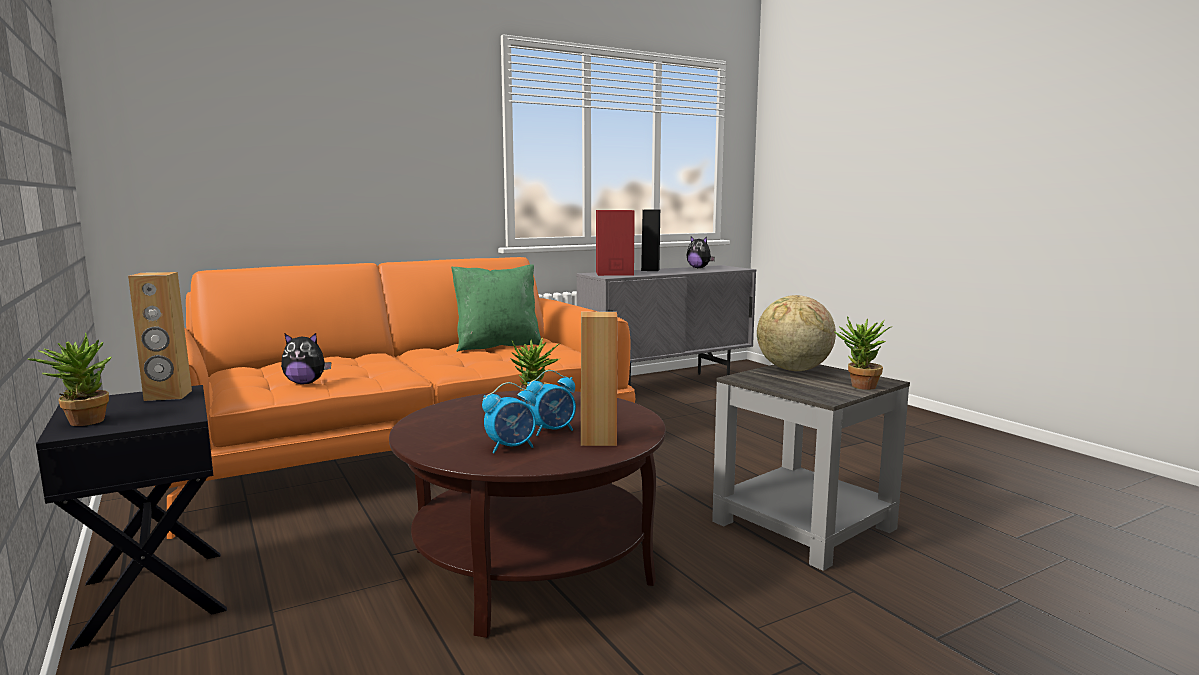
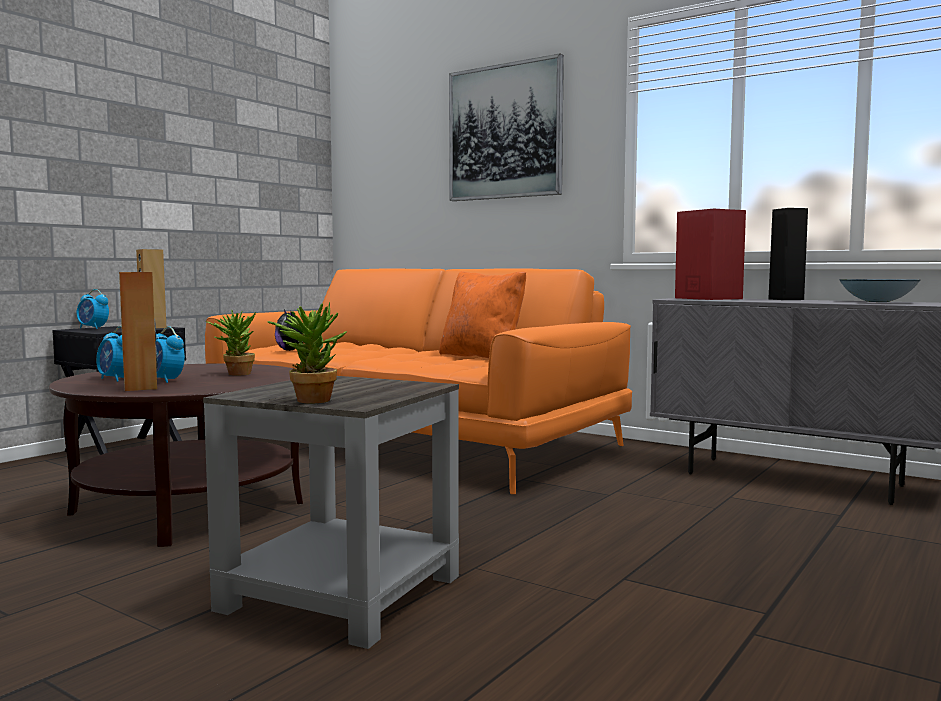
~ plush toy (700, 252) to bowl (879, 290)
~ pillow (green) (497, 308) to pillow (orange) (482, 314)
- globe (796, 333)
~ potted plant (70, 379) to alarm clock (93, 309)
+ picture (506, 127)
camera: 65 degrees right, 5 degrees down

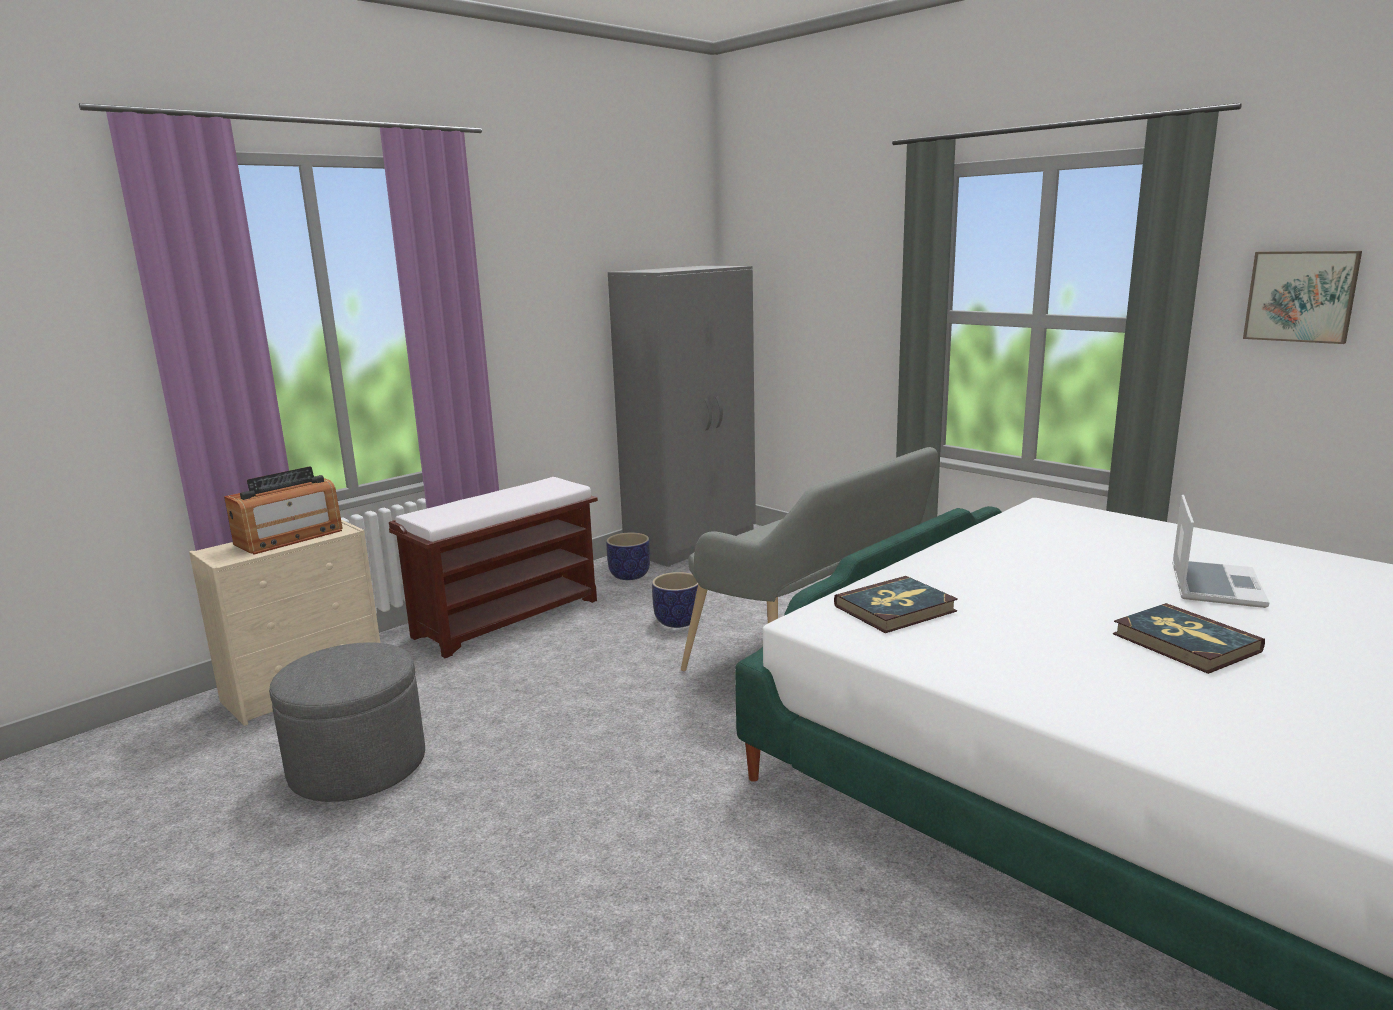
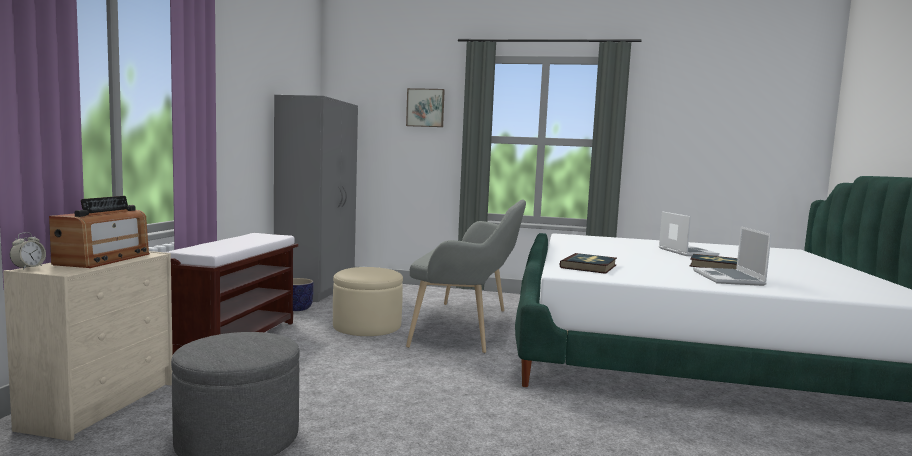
~ picture (1302, 297) to (425, 107)
~ planter (675, 600) to ottoman (beige) (368, 301)
+ laptop (732, 256)
+ alarm clock (28, 251)
camera: 35 degrees left, 10 degrees down

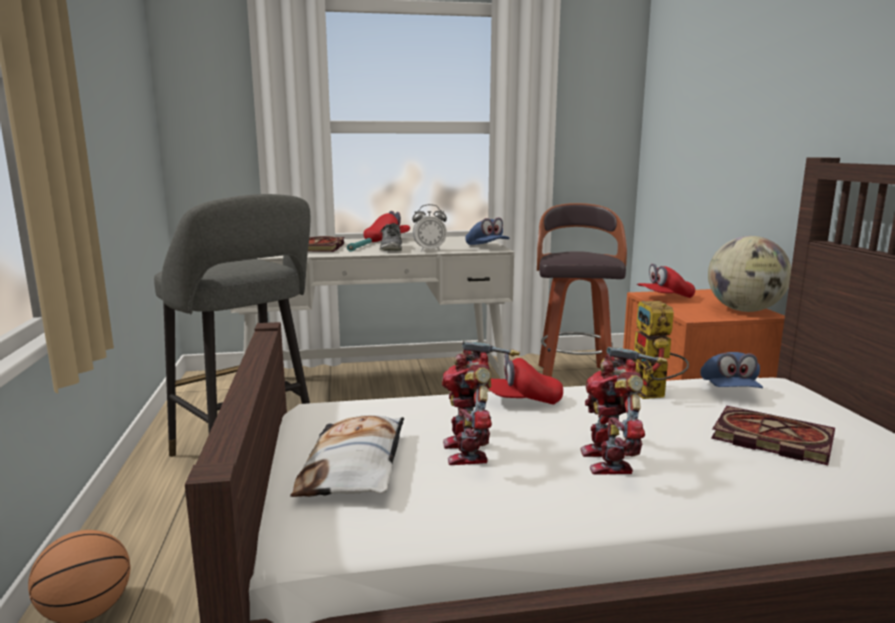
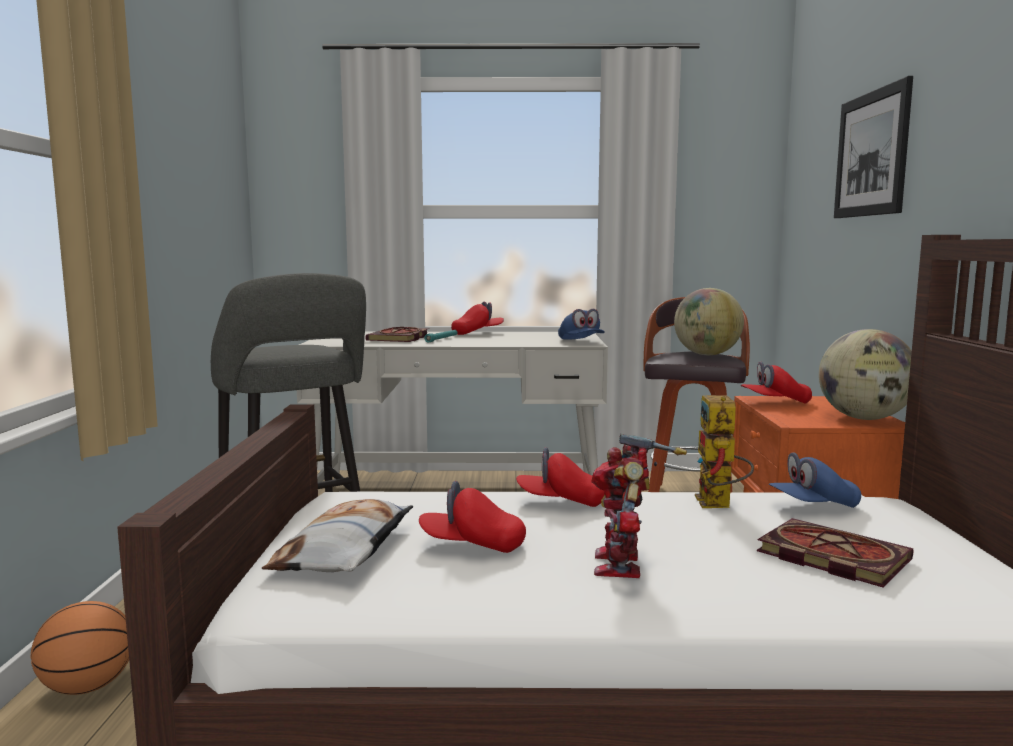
- alarm clock (429, 228)
- shoe (390, 237)
~ toy robot (481, 403) to cap (red) (472, 517)
~ cap (blue) (731, 370) = (815, 480) 60 degrees clockwise
+ picture (873, 147)
+ globe (709, 321)
camera: 10 degrees right, 5 degrees down

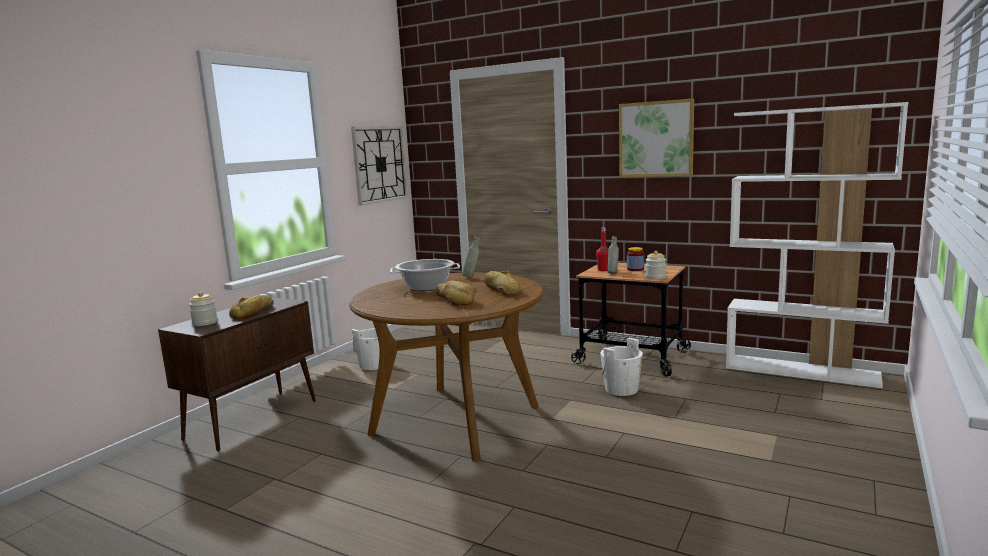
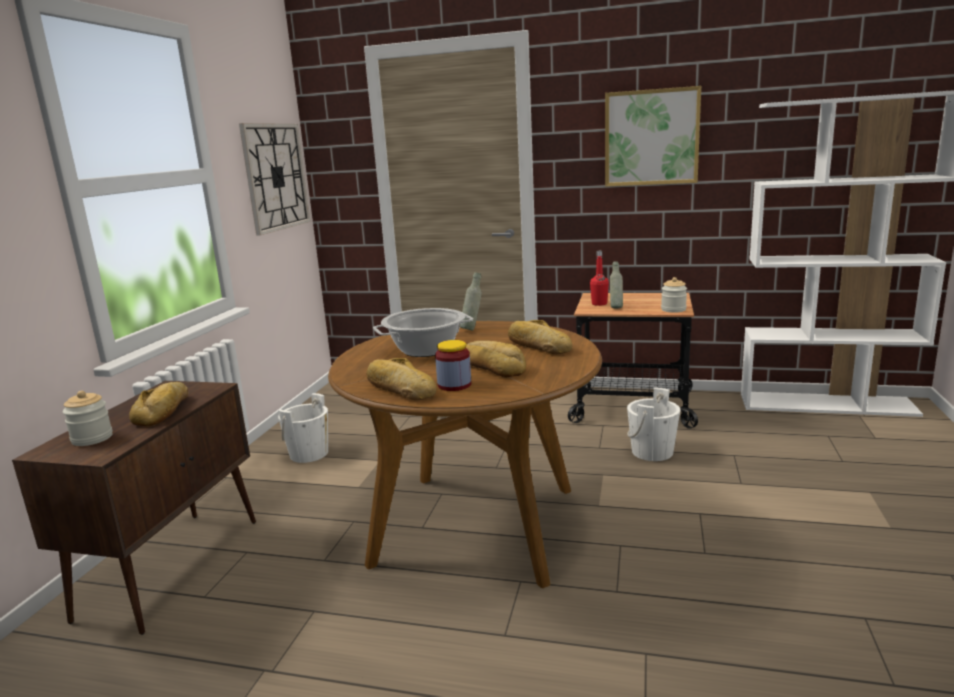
~ jar (635, 259) to (453, 365)
+ bread (402, 379)
camera: 15 degrees left, 5 degrees up

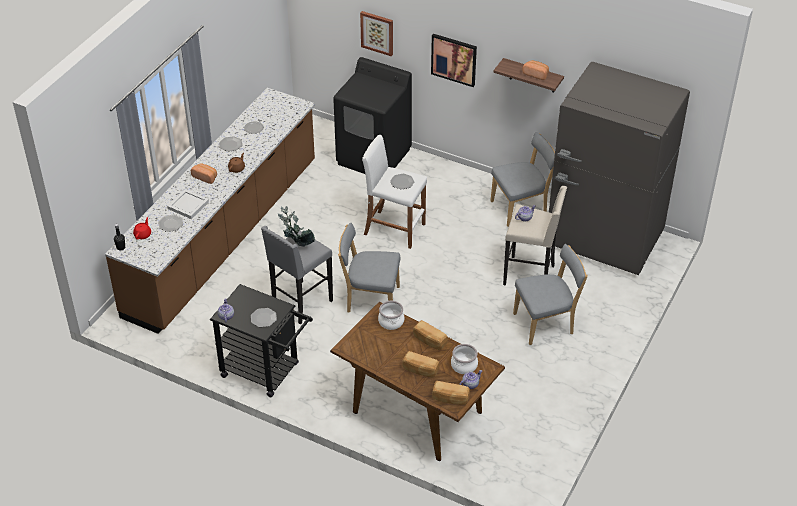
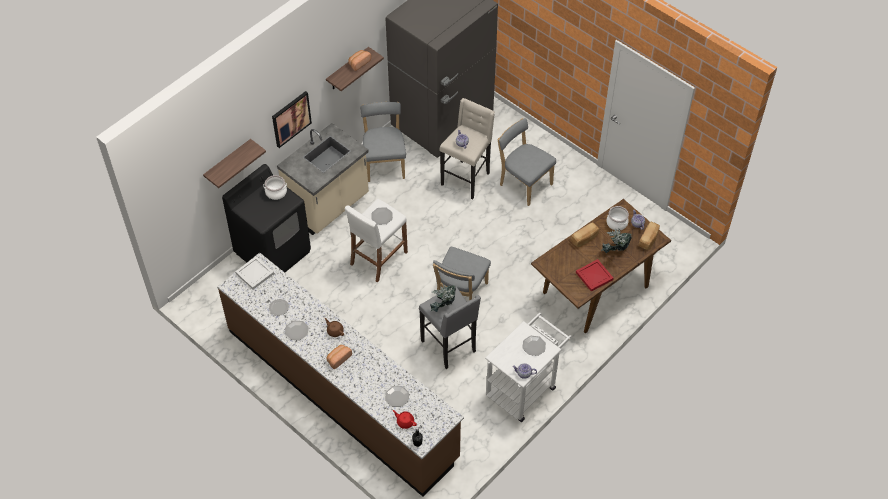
~ picture (376, 33) to shelf (234, 163)
~ tray (white) (188, 204) to (254, 273)
~ chair (grey) (550, 294) = (527, 162) 45 degrees counterclockwise
~ cart (black) (261, 340) to cart (white) (528, 367)
~ cooking pot (391, 315) to (275, 187)
~ bread (421, 364) to potted plant (616, 240)
+ counter (beige) (323, 179)
+ tray (red) (594, 275)
camera: 75 degrees left, 10 degrees up

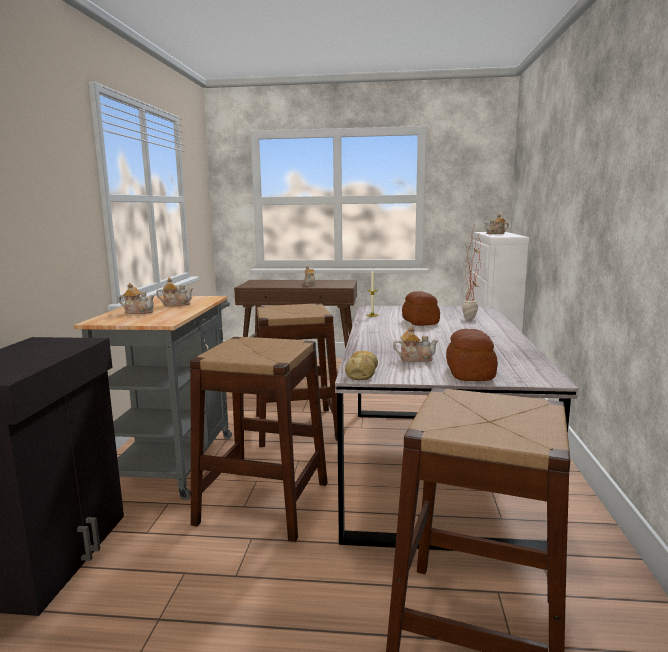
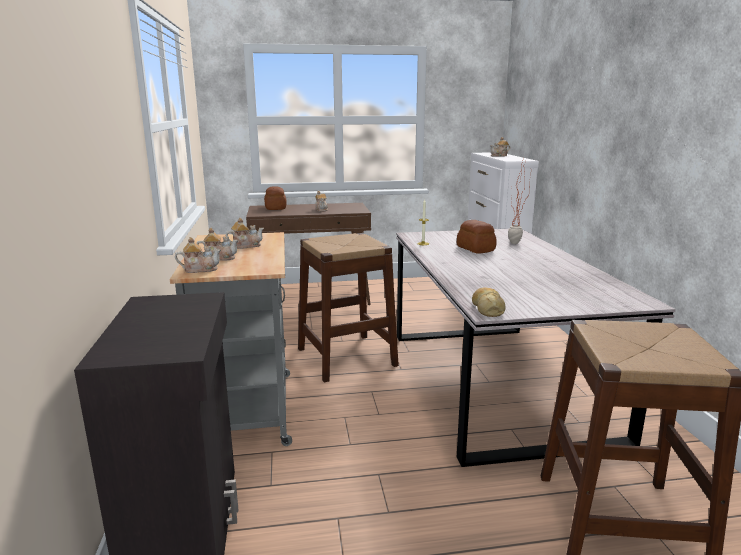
~ teapot (416, 344) to (198, 255)
~ bread (472, 355) to (275, 198)
- stool (brown) (259, 439)
camera: 15 degrees left, 5 degrees up

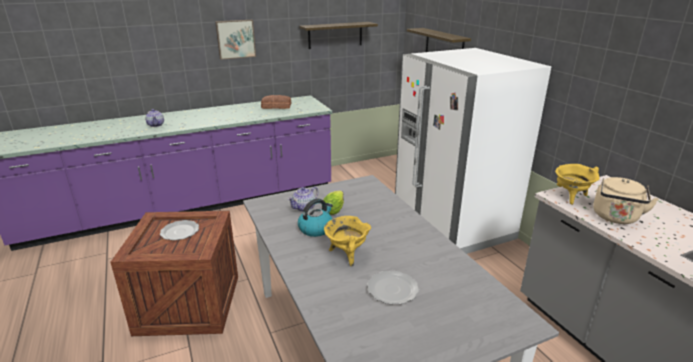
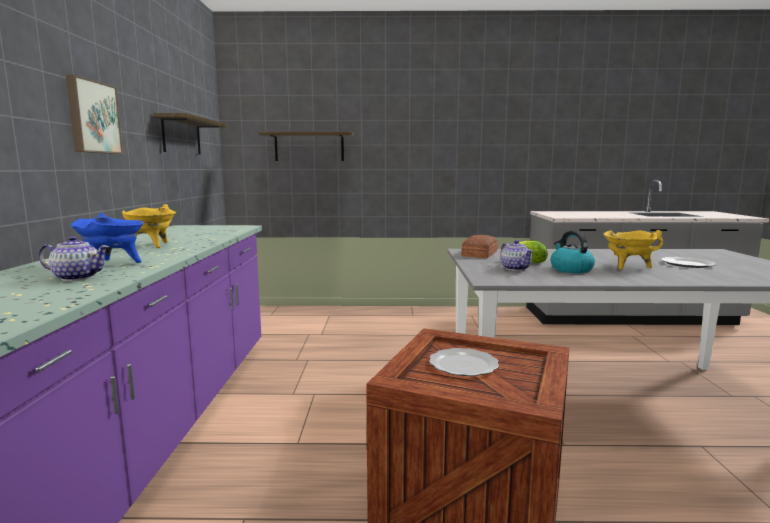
- fridge (white) (473, 151)
~ bread (276, 102) to (479, 246)
~ cooking pot (yellow) (577, 184) to (149, 226)
- kettle (beige) (626, 200)
+ cooking pot (blue) (107, 238)
camera: 65 degrees left, 15 degrees down

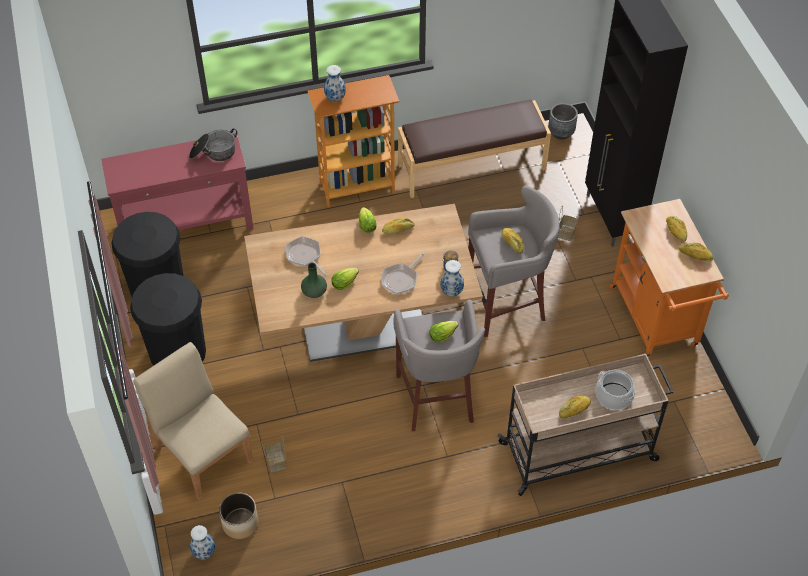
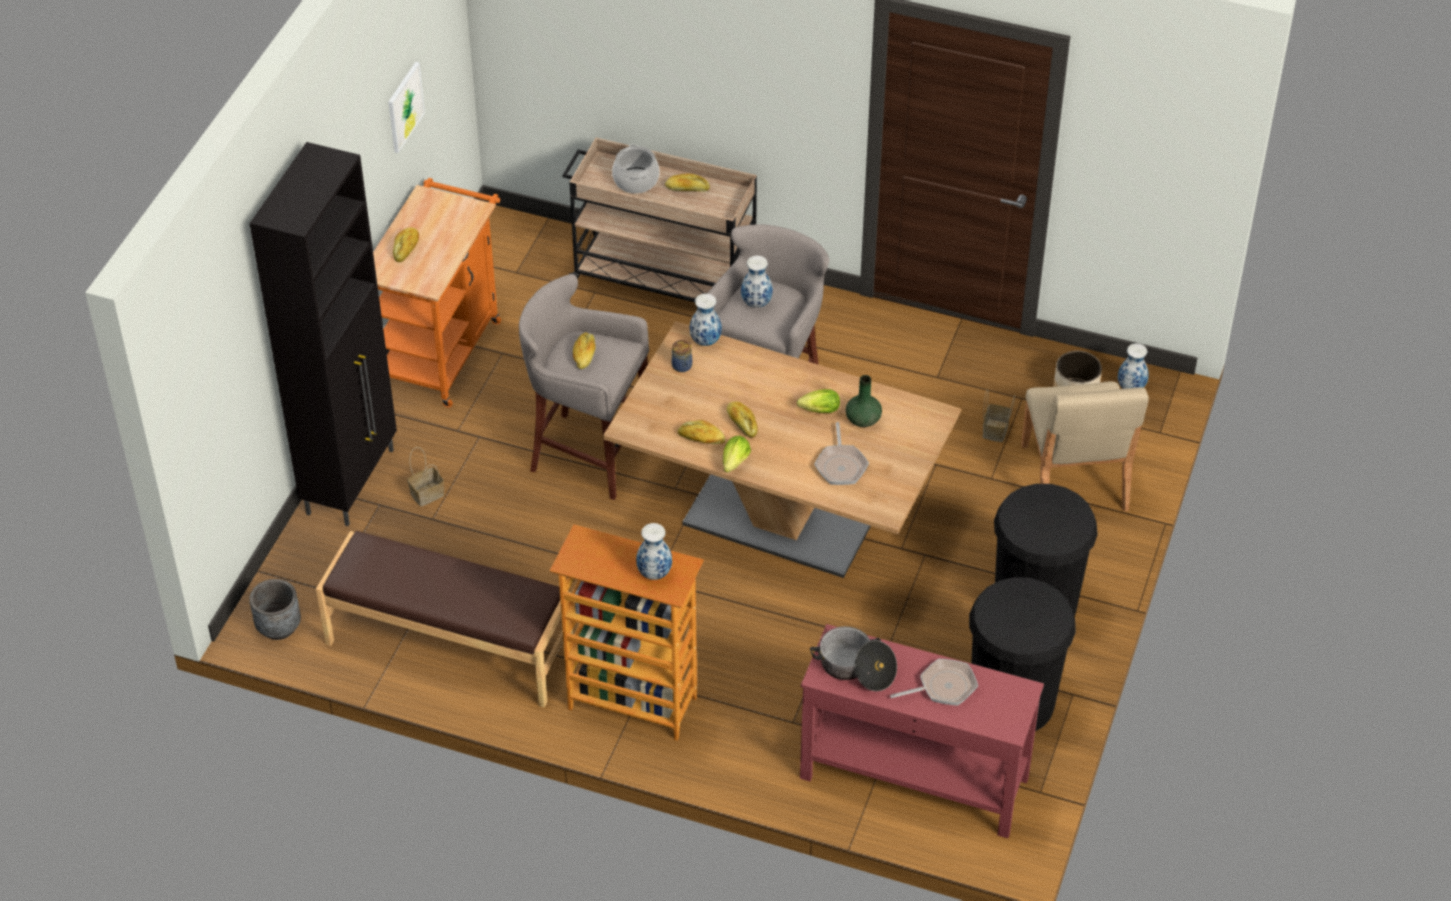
~ bread (696, 252) to (742, 419)
~ frying pan (402, 273) to (934, 682)
~ lettuce (443, 332) to vase (757, 282)
+ picture (406, 107)
camera: 145 degrees left, 5 degrees down

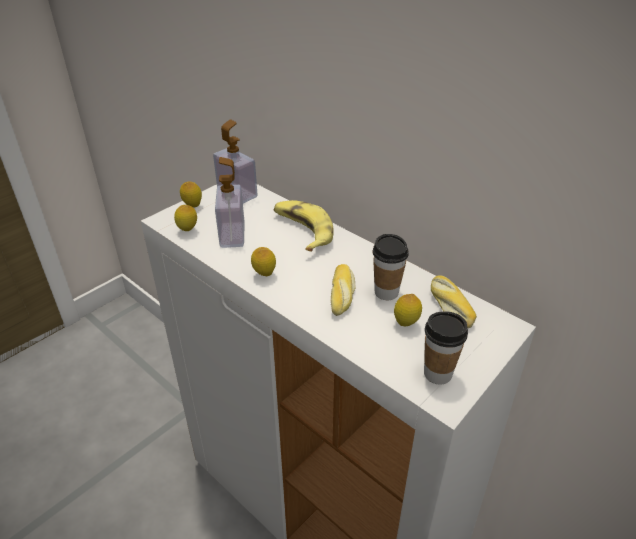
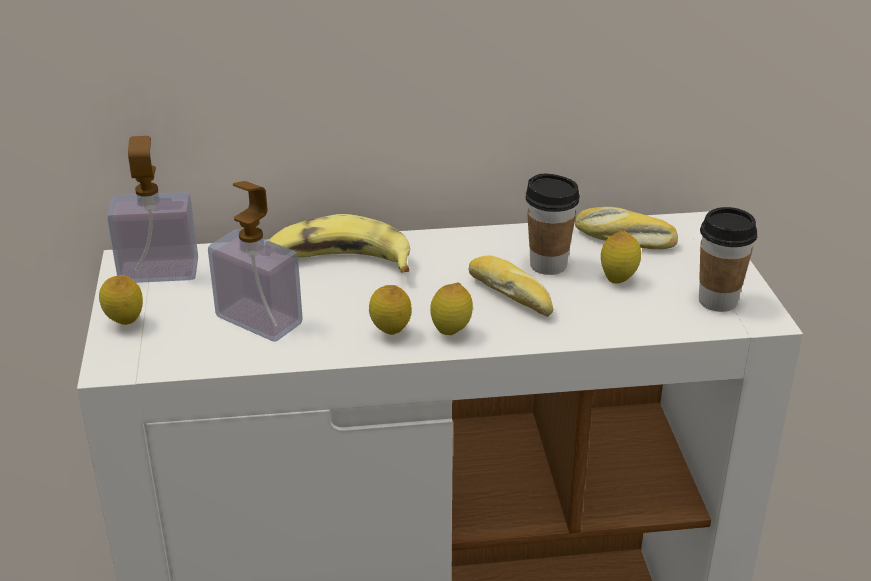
~ lemon (185, 218) to (451, 309)
camera: 50 degrees left, 5 degrees down

